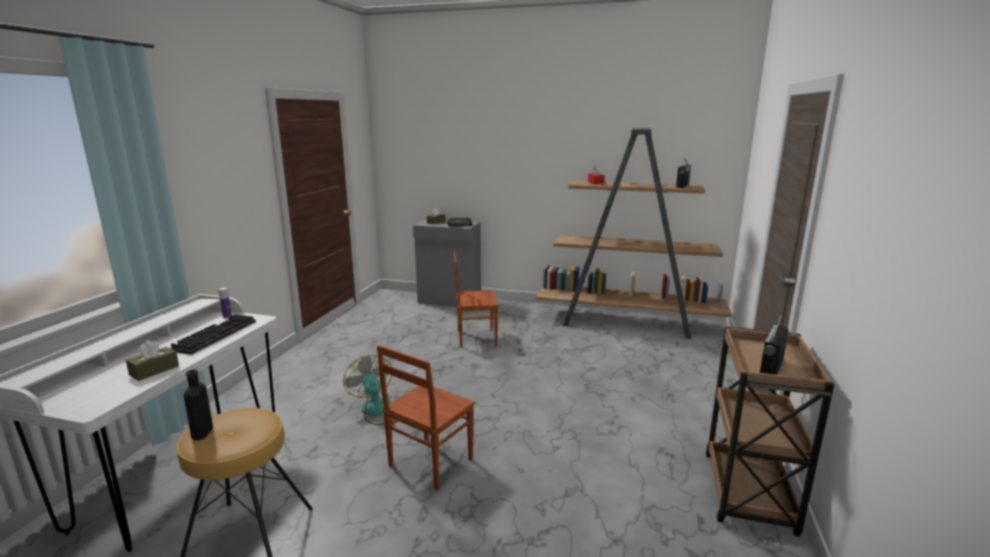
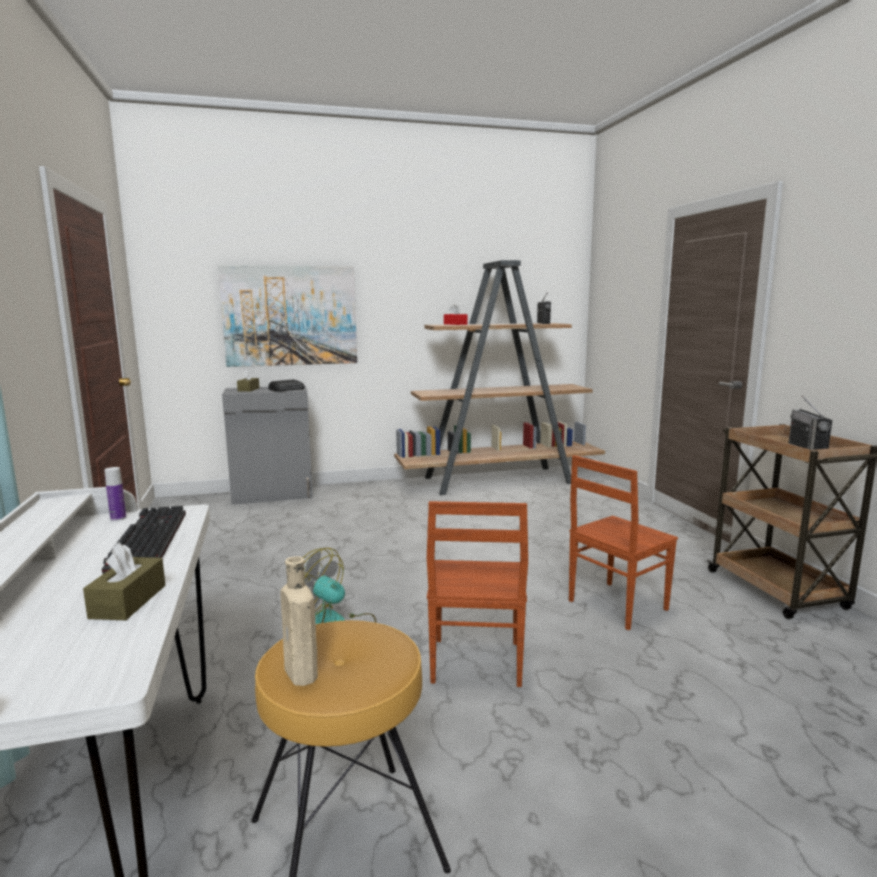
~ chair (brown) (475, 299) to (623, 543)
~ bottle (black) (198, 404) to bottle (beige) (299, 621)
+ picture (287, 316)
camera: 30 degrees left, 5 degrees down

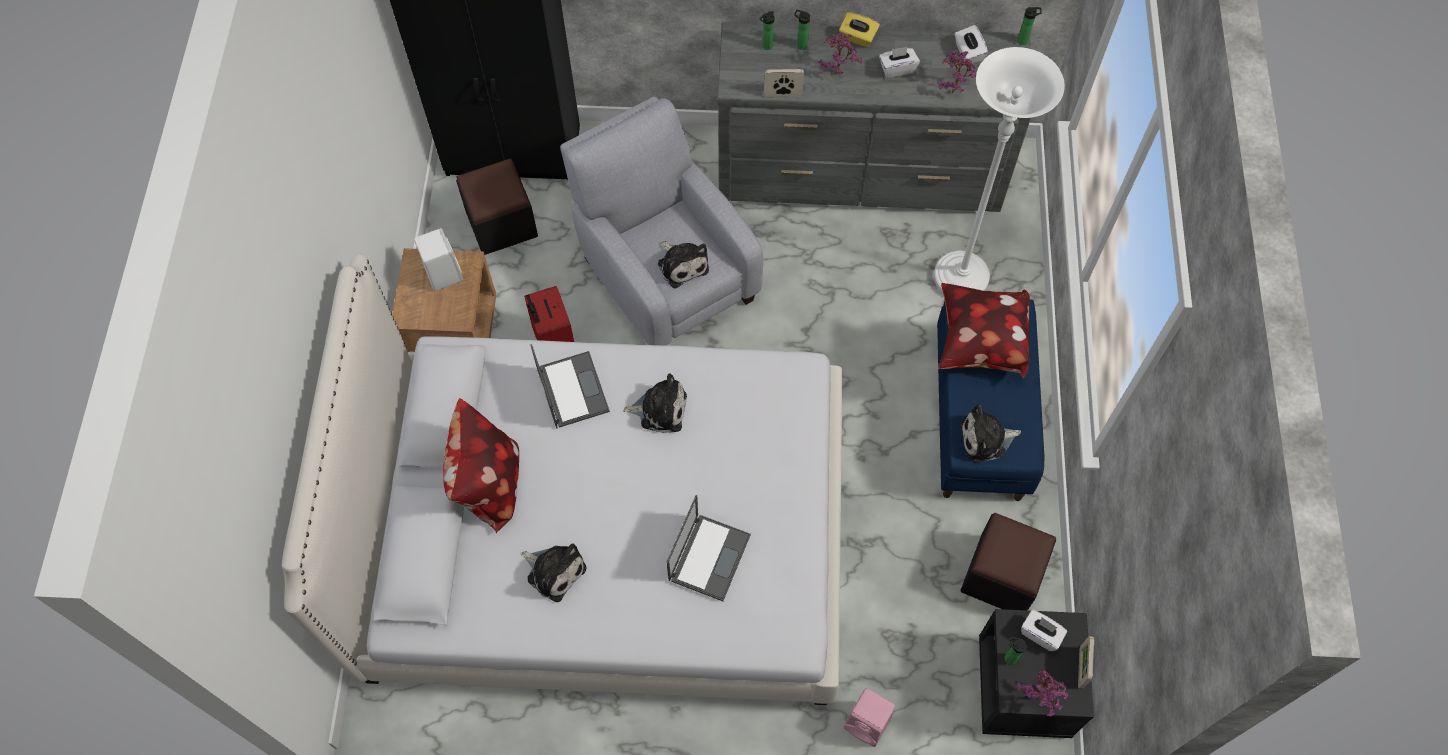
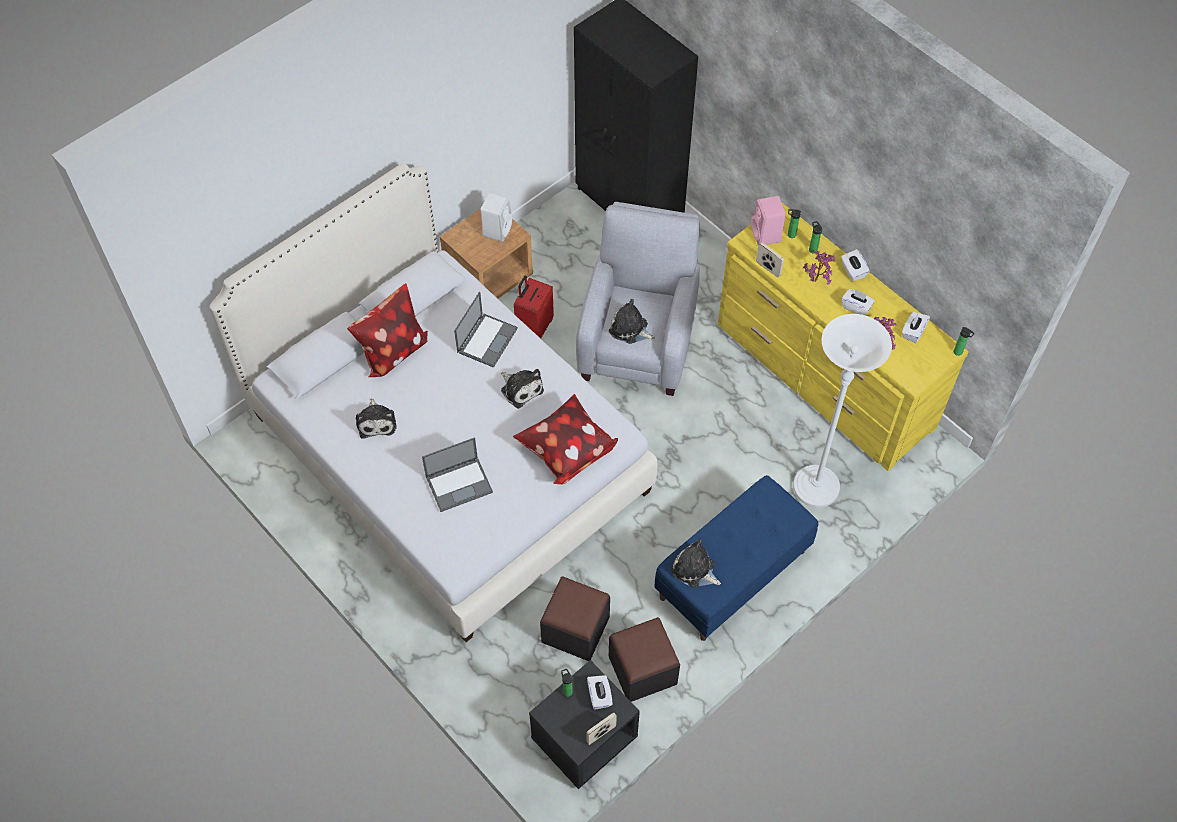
~ tissue box (yellow) (859, 30) to tissue box (white) (855, 265)
~ dresser (grey) (874, 117) to dresser (yellow) (843, 337)
~ ottoman (black) (497, 207) to (575, 618)
~ plush toy (683, 264) = (632, 321) 105 degrees clockwise
~ pillow (984, 330) to (565, 439)
- potted plant (1043, 693)
~ speaker (pink) (869, 717) to (768, 220)
camera: 45 degrees right, 5 degrees down

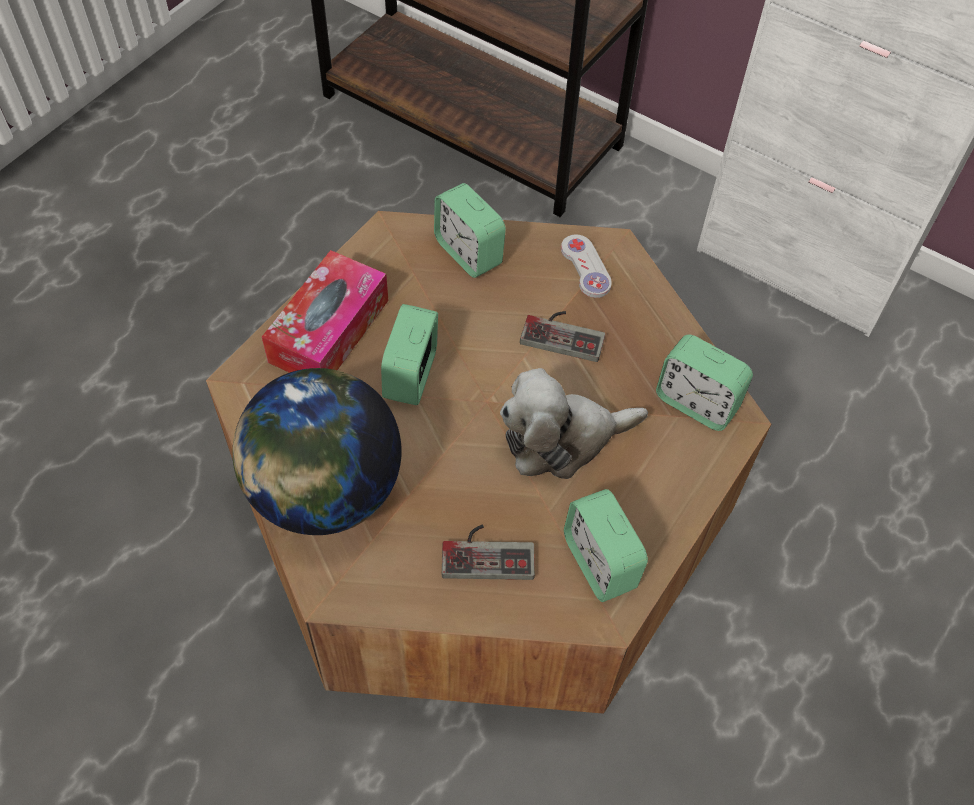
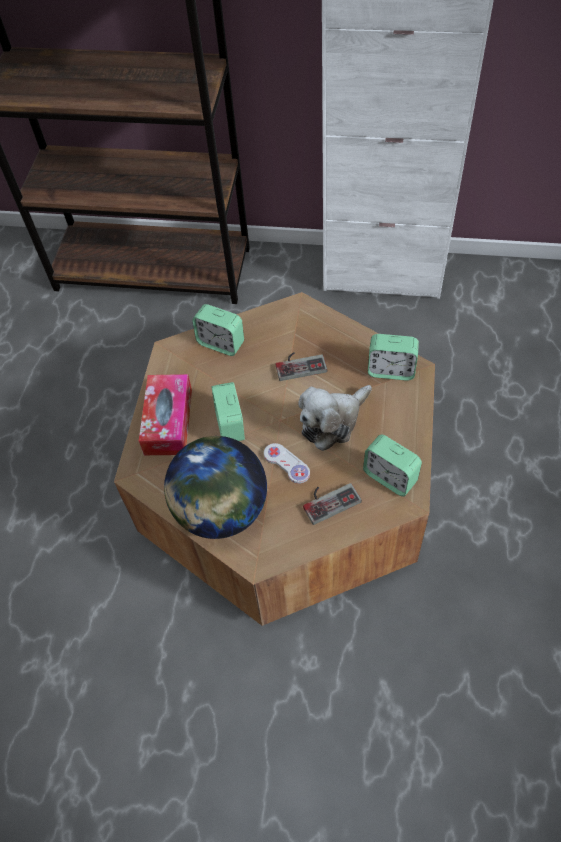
~ game controller (white) (586, 266) to (287, 463)
camera: 20 degrees left, 0 degrees up

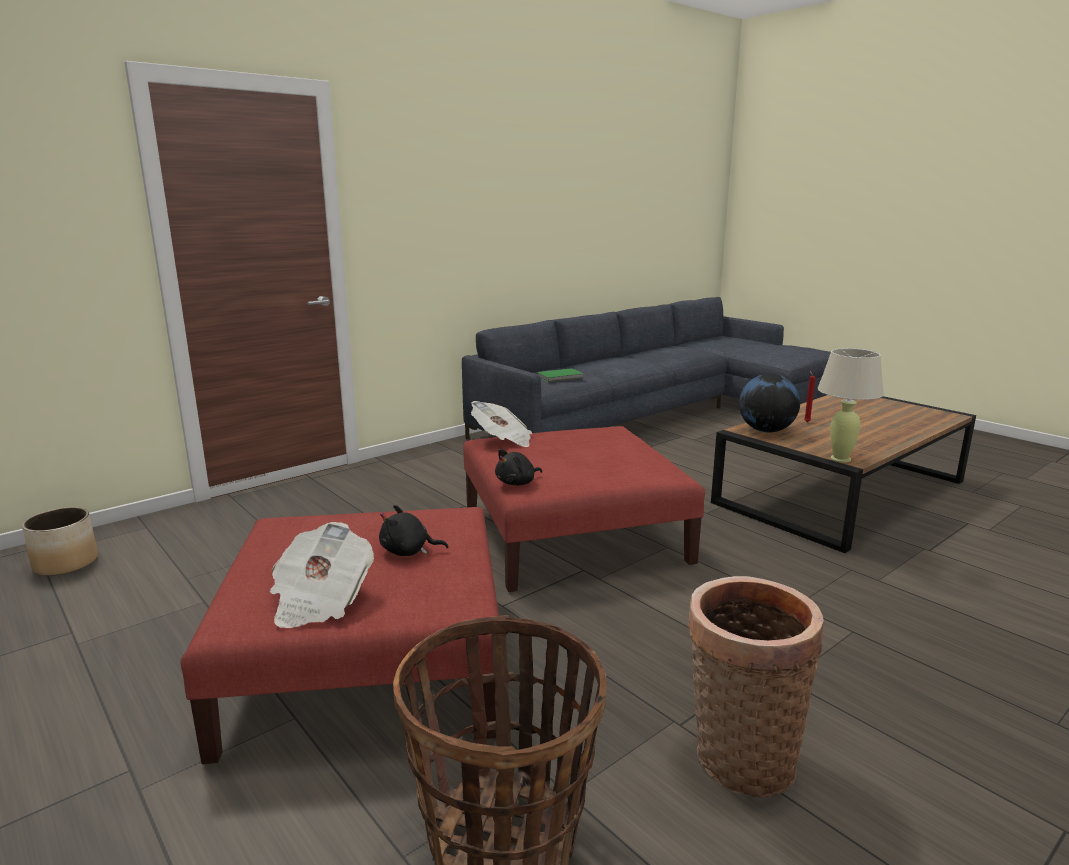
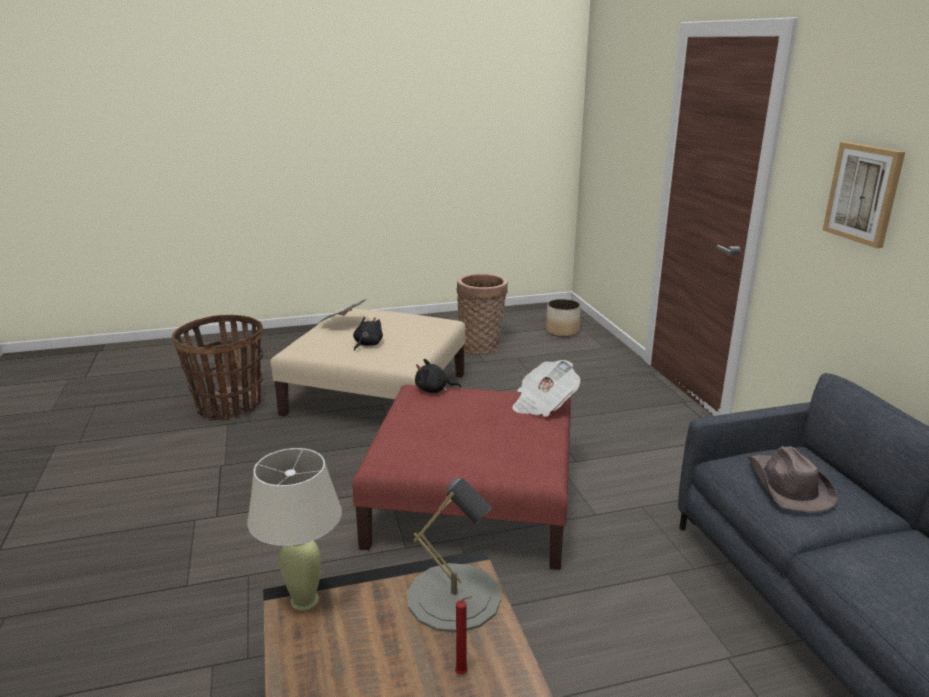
~ book (green) (560, 375) to hat (brown) (793, 479)
~ globe (769, 403) to table lamp (grey) (454, 555)
~ plush toy (black) (518, 467) = (438, 376) 75 degrees counterclockwise
~ ottoman (red) (340, 635) to ottoman (beige) (367, 362)
~ basket (756, 686) to (482, 313)
+ picture (864, 195)
camera: 115 degrees right, 5 degrees up

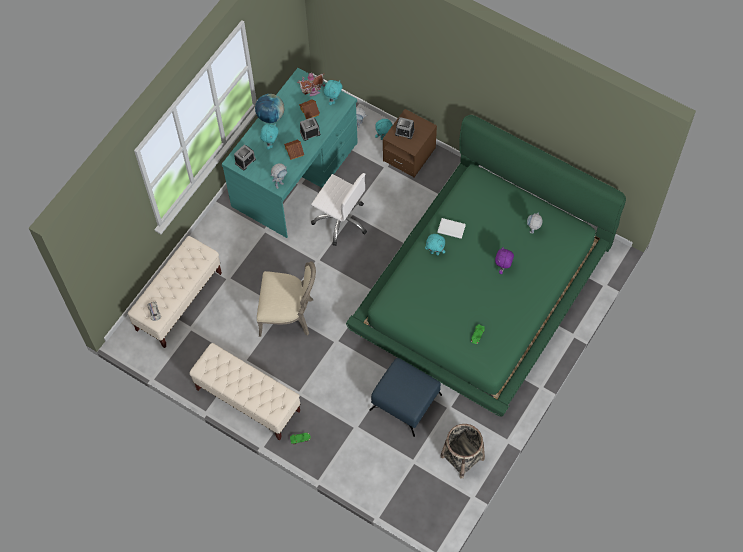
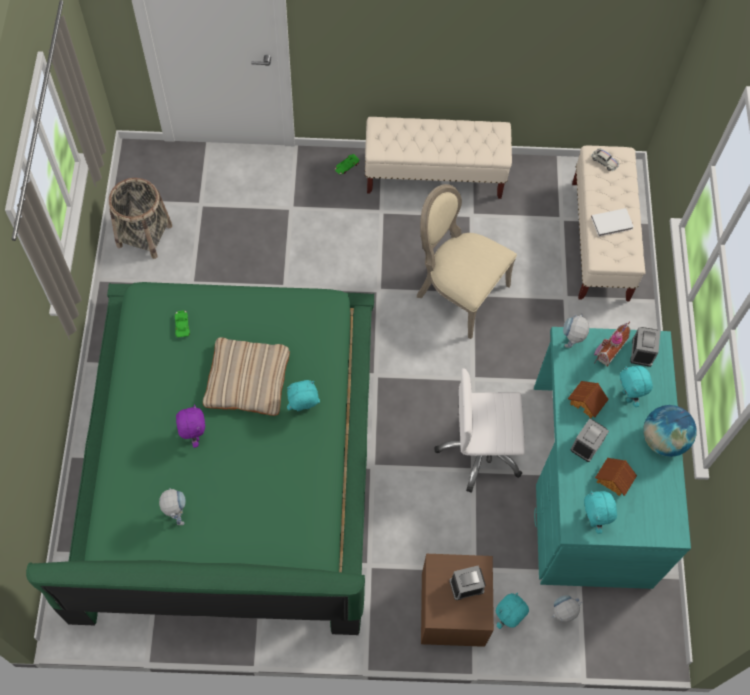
~ toy house (311, 84) to (612, 344)
~ book (white) (451, 228) to (612, 222)
~ chair (beige) (286, 299) = (467, 261) 60 degrees clockwise
- ottoman (blue) (406, 397)
+ pillow (beige) (246, 376)
camera: 145 degrees right, 0 degrees up

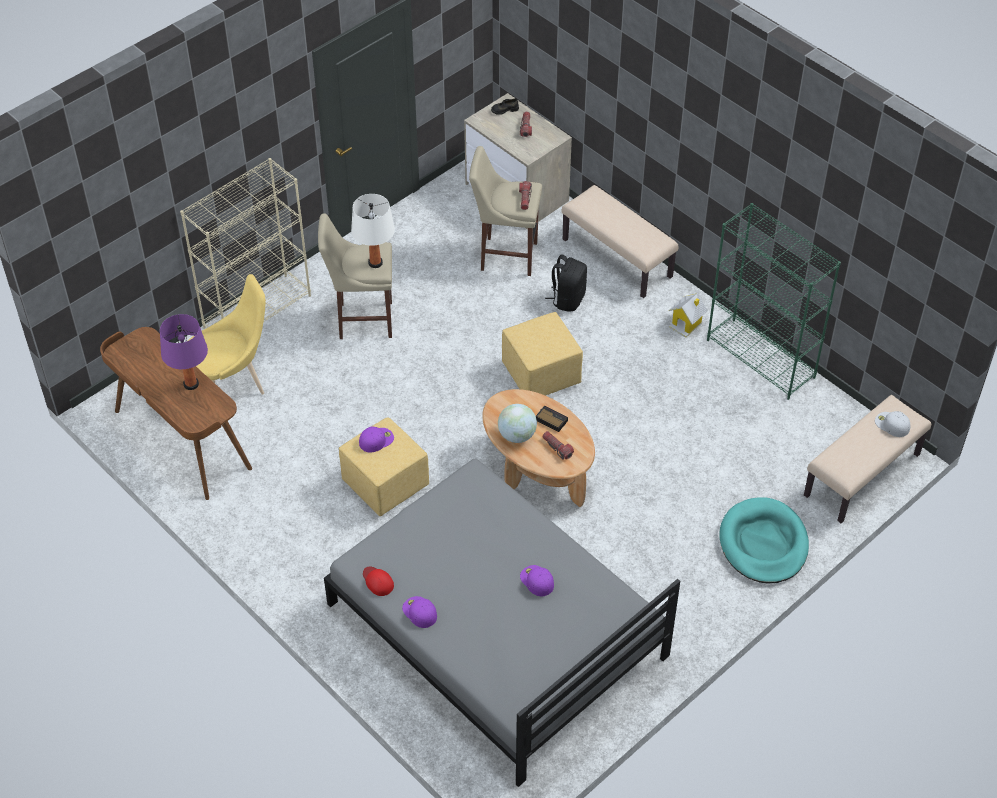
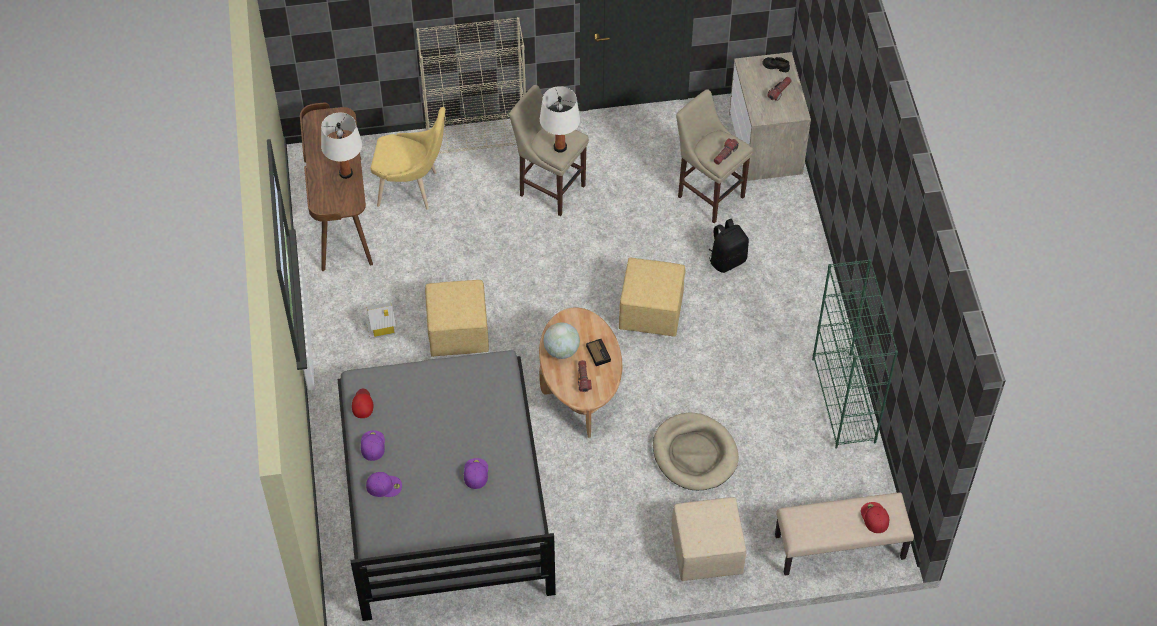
- bench (beige) (620, 241)
~ toy house (688, 315) to (381, 320)
~ table lamp (purple) (184, 352) to table lamp (white) (341, 145)
~ cap (white) (893, 424) to cap (red) (875, 517)
~ cap (purple) (376, 439) to (384, 484)
~ dog bed (turquoise) (764, 540) to ottoman (beige) (708, 539)
+ dog bed (beige) (696, 451)
camera: 35 degrees right, 5 degrees up

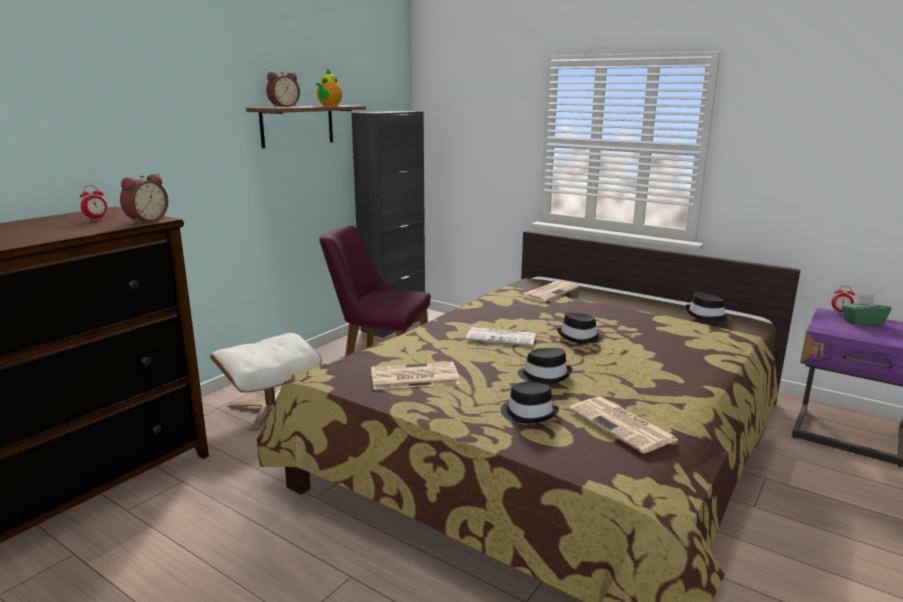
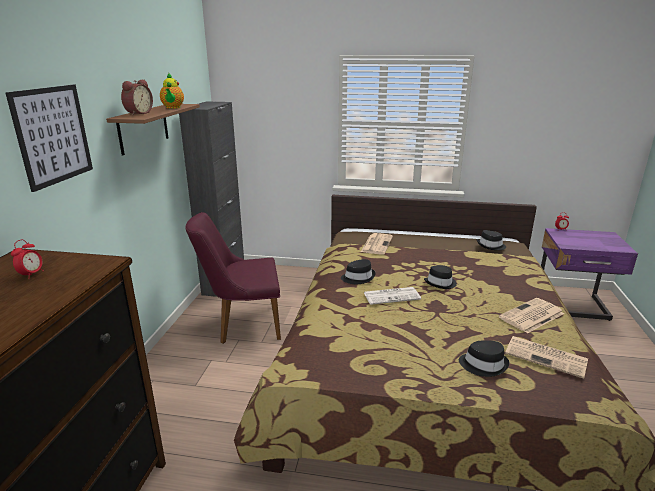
- alarm clock (144, 199)
- tissue box (green) (866, 309)
- ottoman (beige) (266, 381)
~ hat (black) (545, 366) to (358, 271)
~ newspaper (415, 376) to (531, 315)
+ picture (49, 138)
camera: 25 degrees left, 5 degrees up

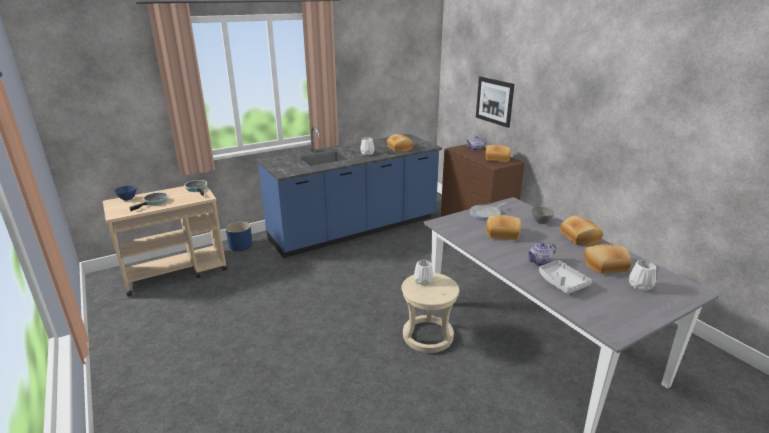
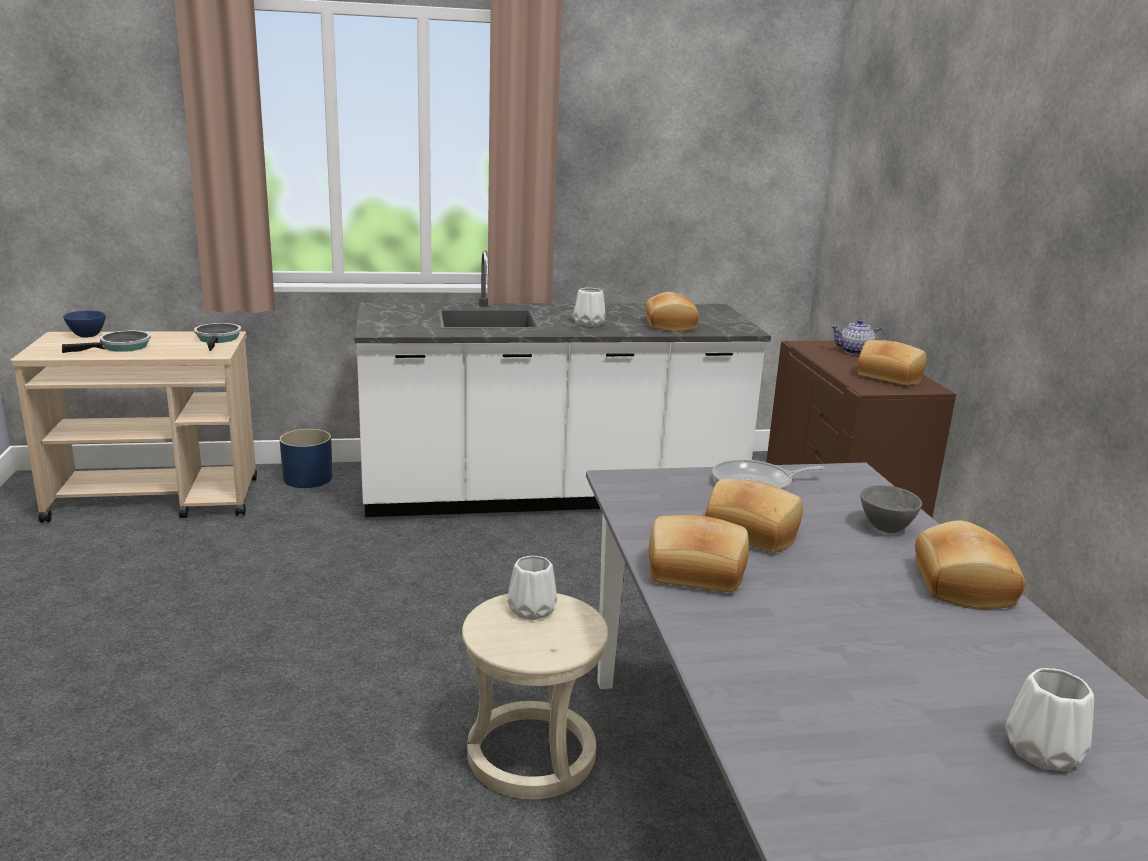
- picture (495, 102)
~ counter (blue) (349, 192) to counter (white) (562, 383)
- teapot (541, 254)
~ bread (608, 259) to (699, 554)
- tray (grey) (565, 277)
camera: 20 degrees right, 5 degrees down

